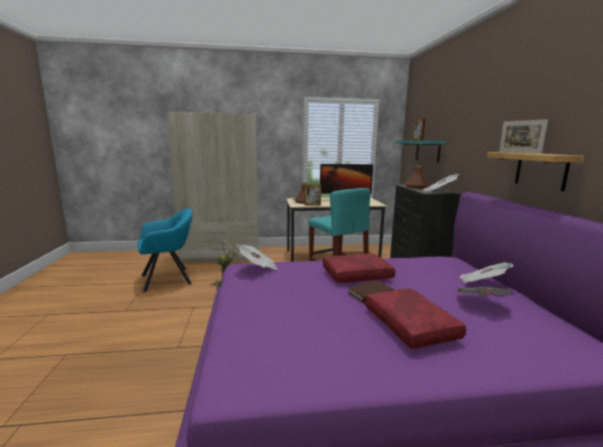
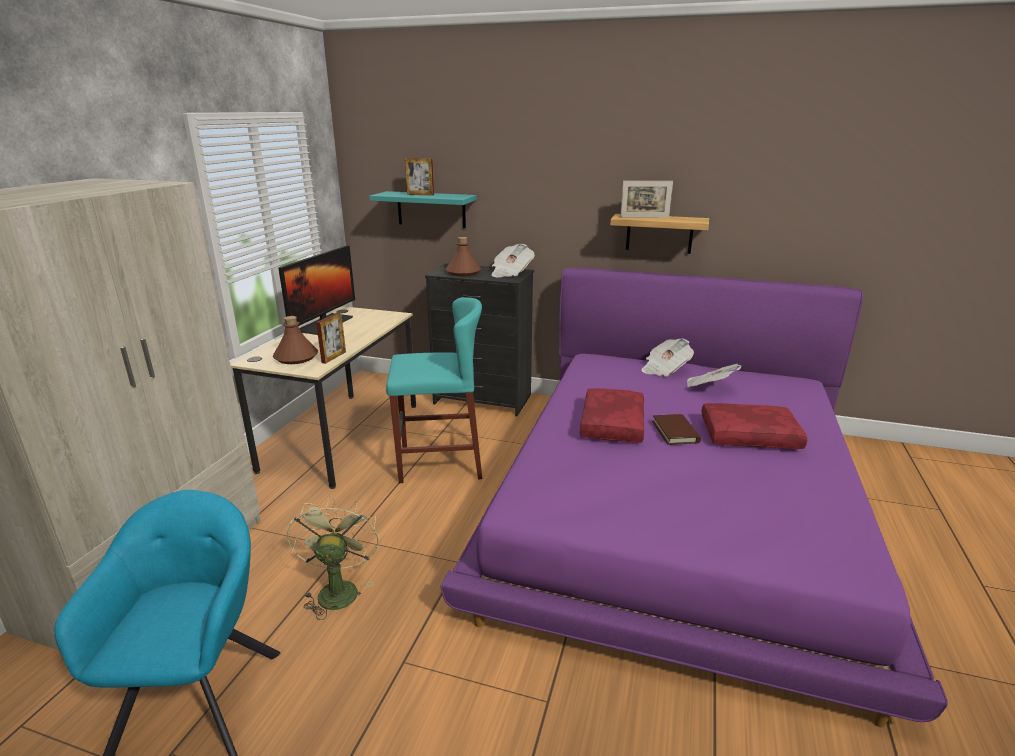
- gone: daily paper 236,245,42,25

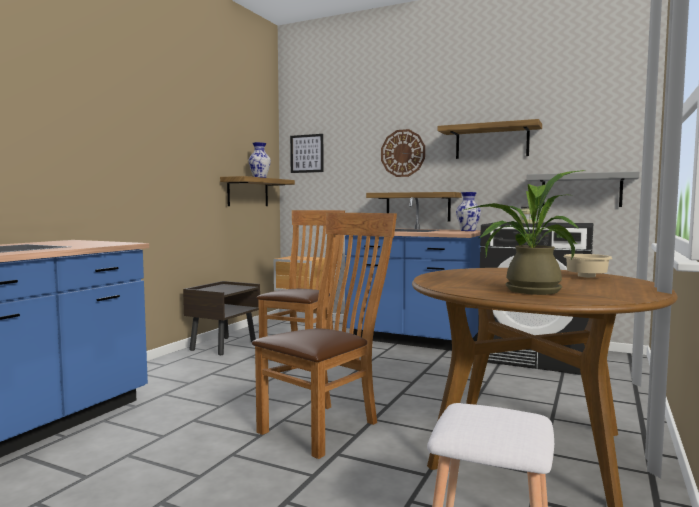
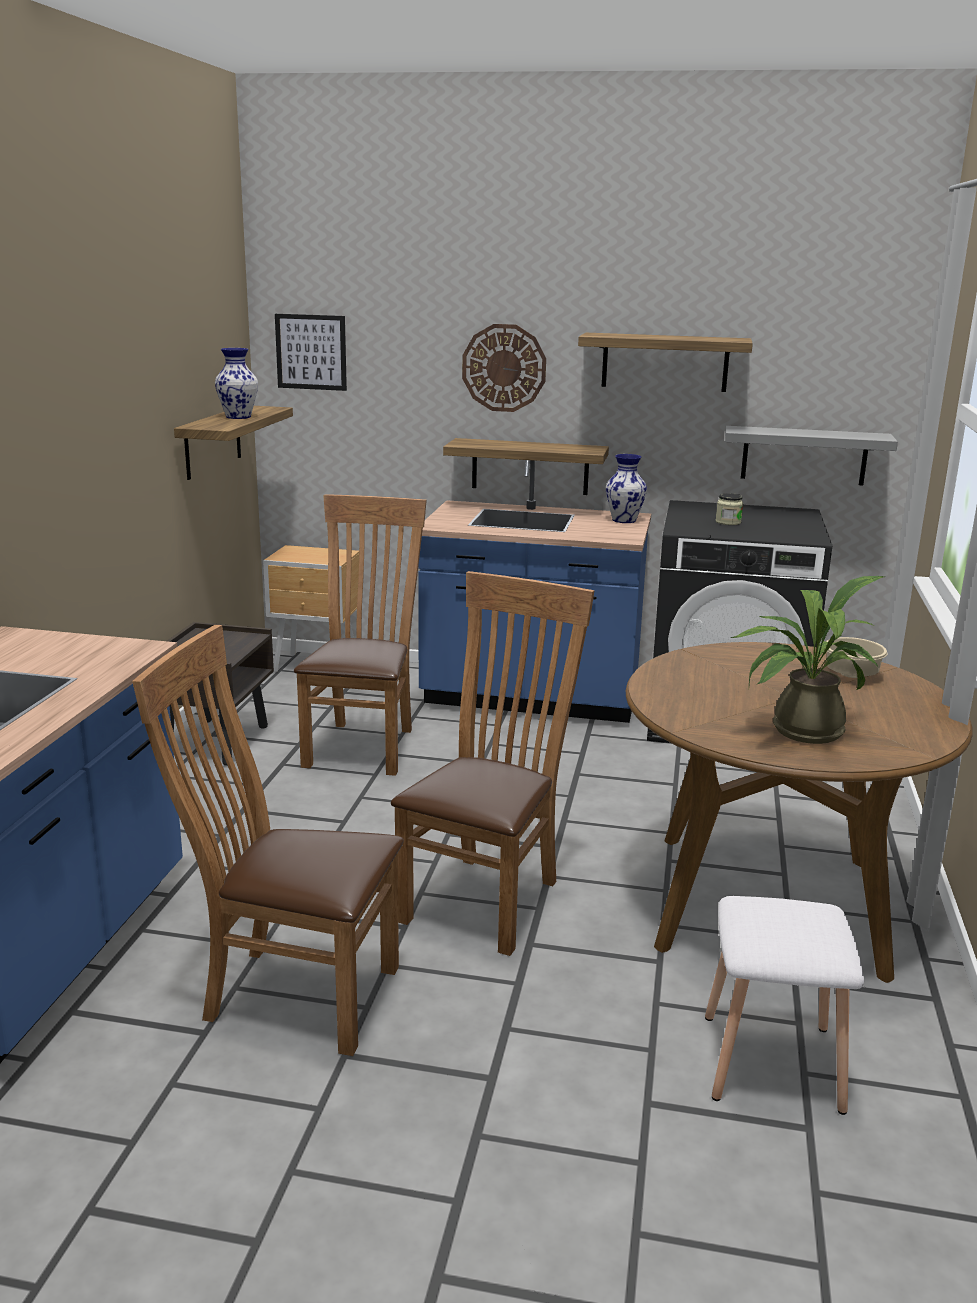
- new: brown chair 132,625,272,431

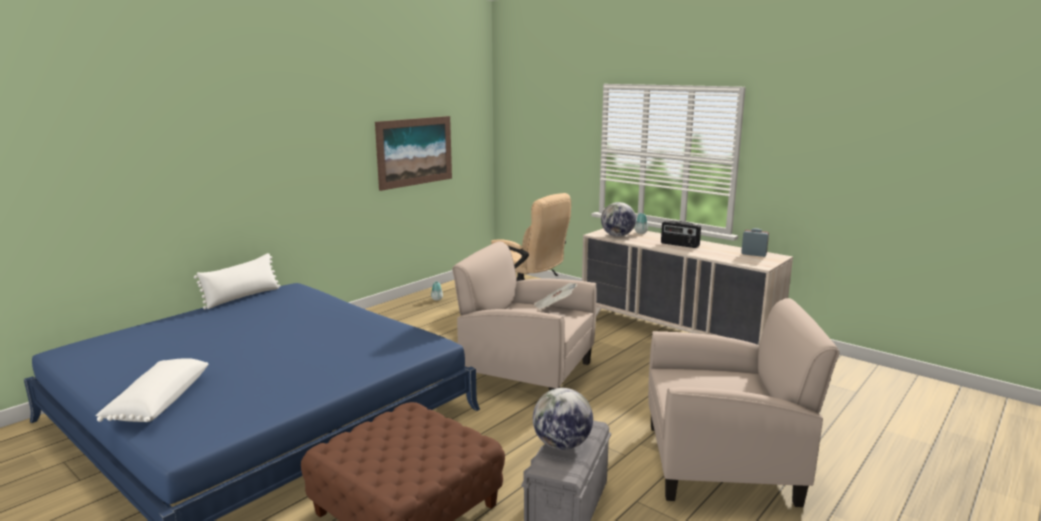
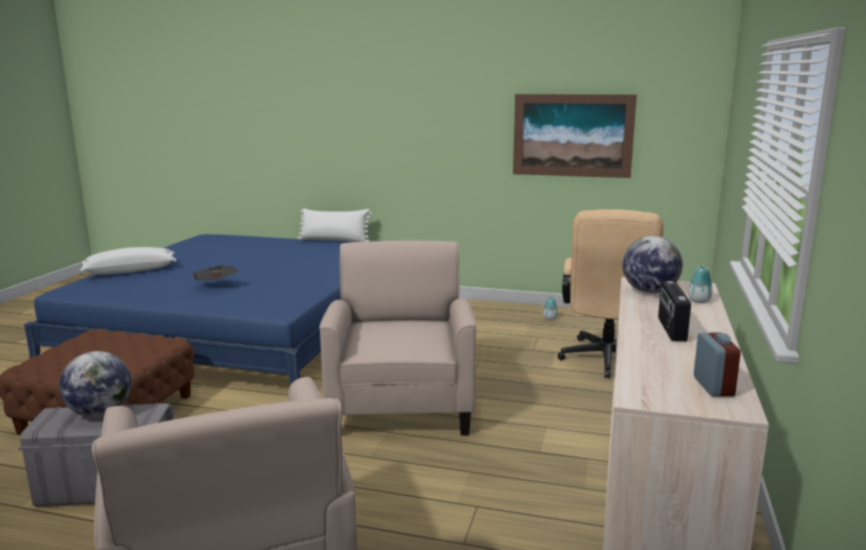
- shifted: daily paper 534,283,44,27 to 192,266,46,15

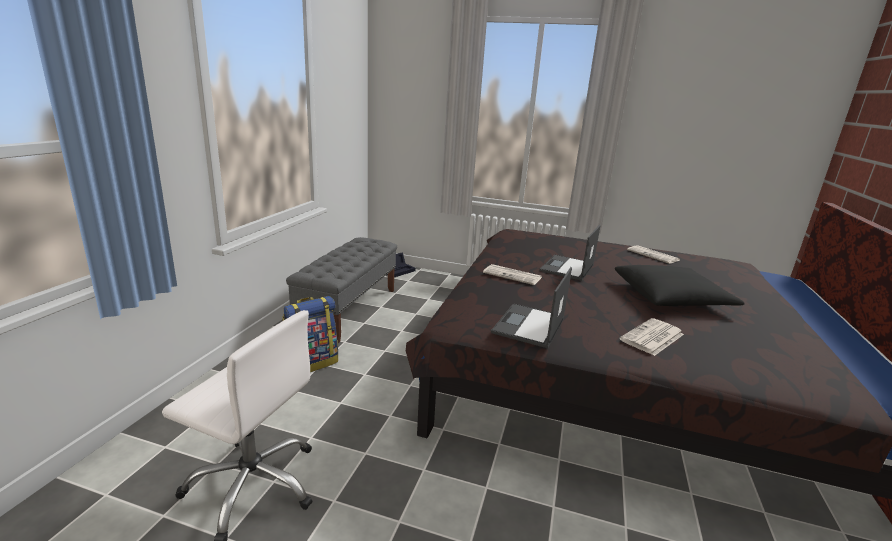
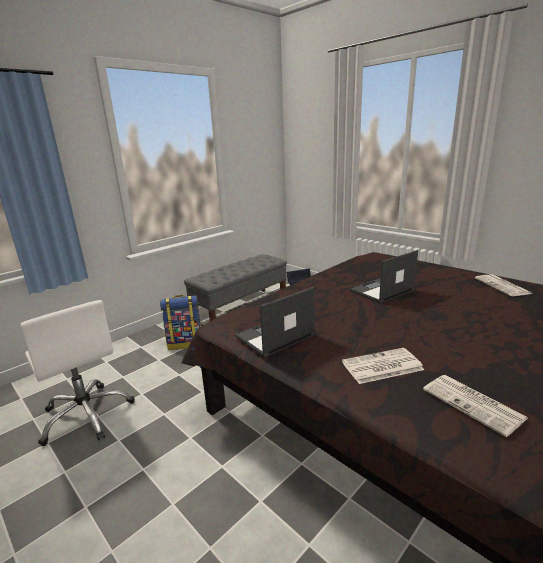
- shifted: daily paper 483,264,59,21 to 423,375,105,62
- gone: blackish cushion 615,265,130,41

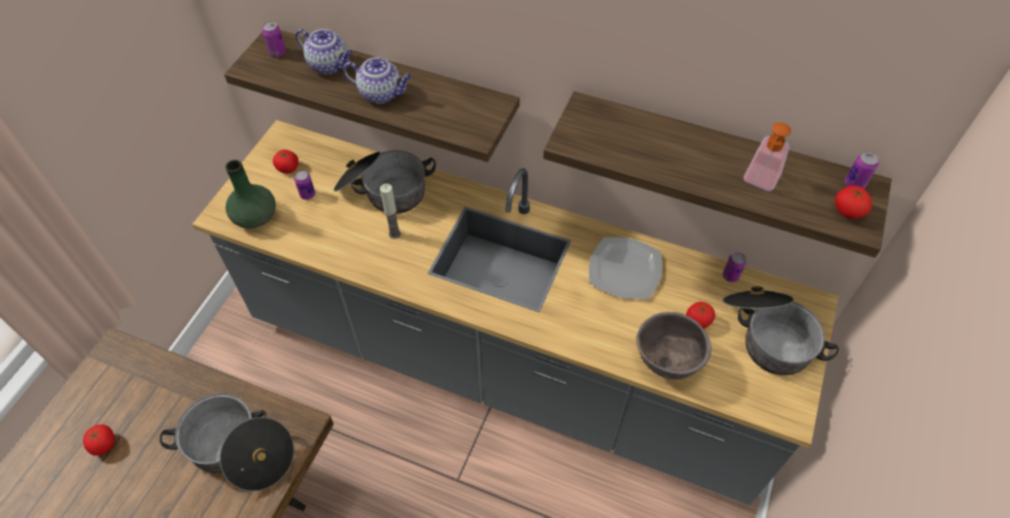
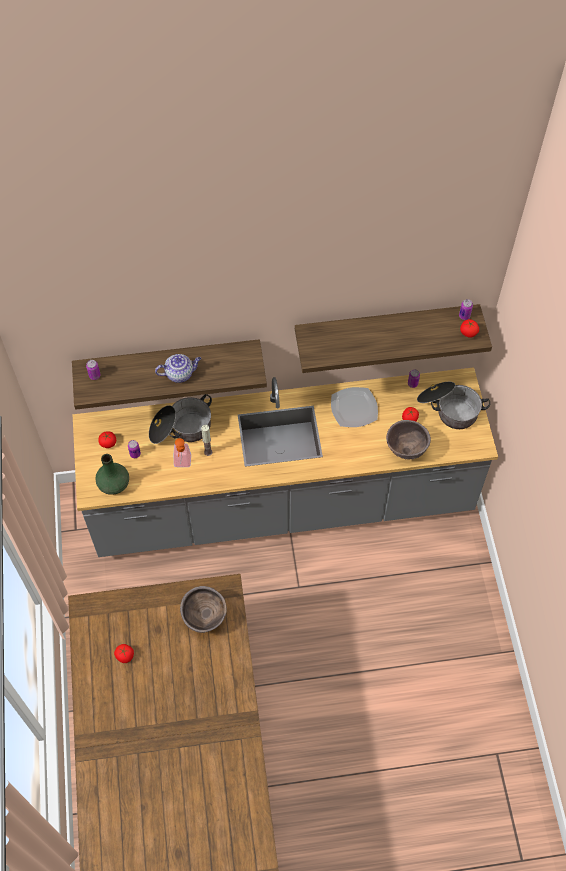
- swapped: saucepot 160,393,134,98 to brown serving bowl 180,586,47,47
- gone: teapot 296,29,57,46
- shifted: soap bottle 744,123,47,68 to 174,438,17,29

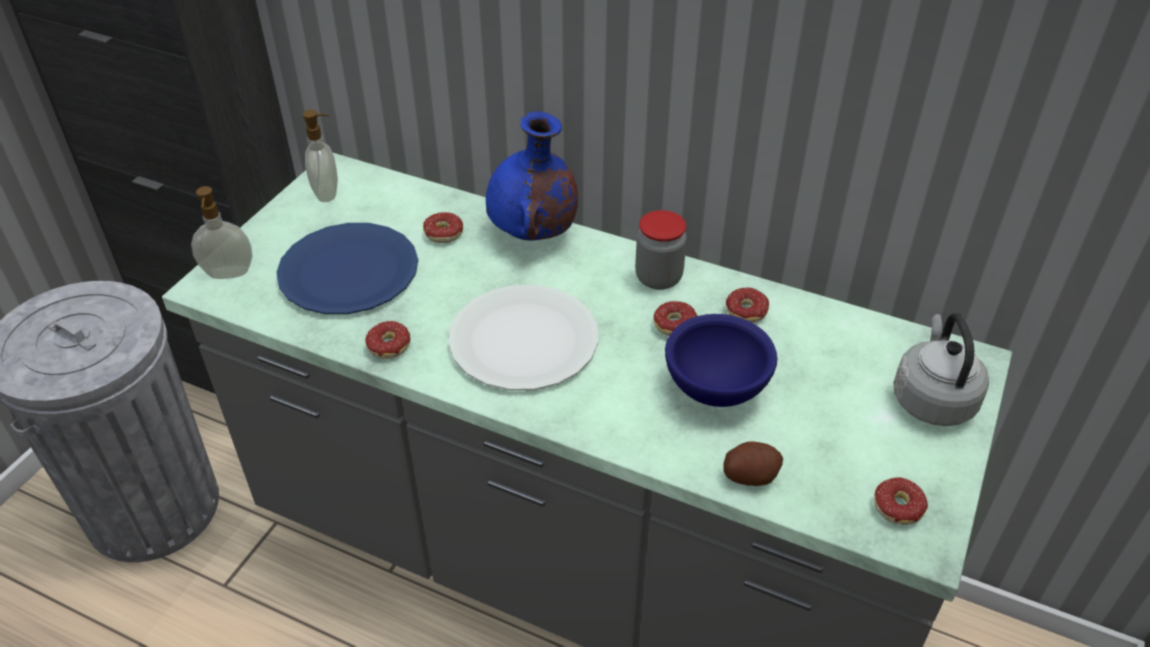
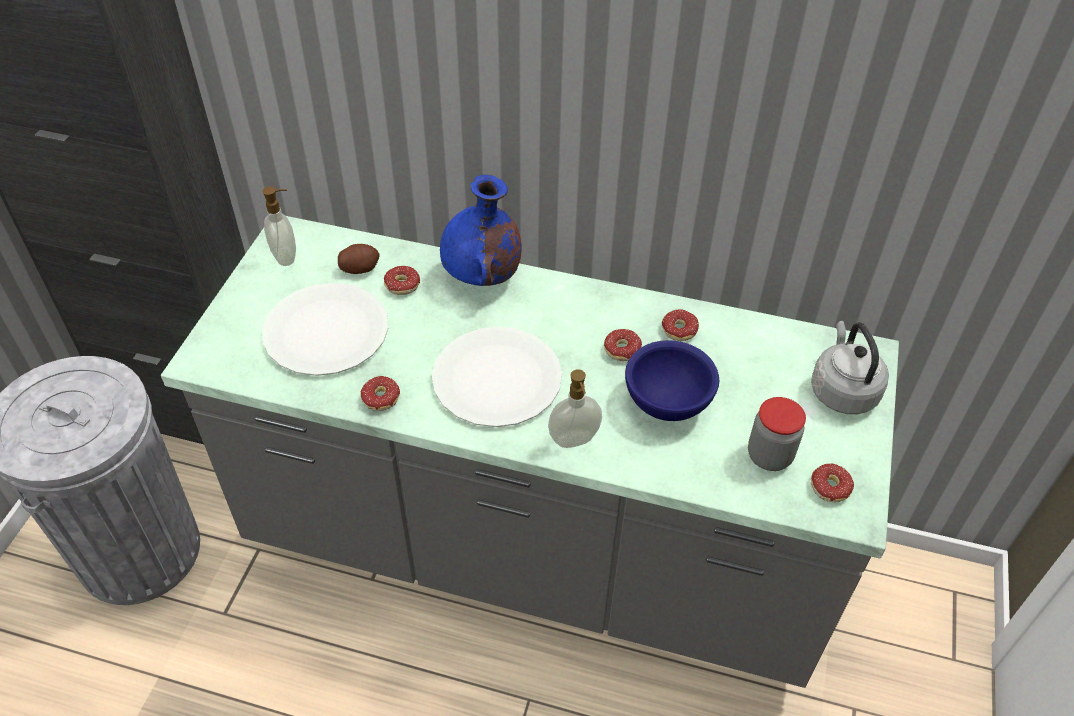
- shifted: soap bottle 191,186,61,93 to 548,369,54,79
- repainted: bluish flat dish 276,223,142,91 to whitish flat dish 262,283,126,93
- shifted: jar 635,210,52,80 to 748,397,58,74
- shifted: spud 724,441,59,45 to 338,244,42,30

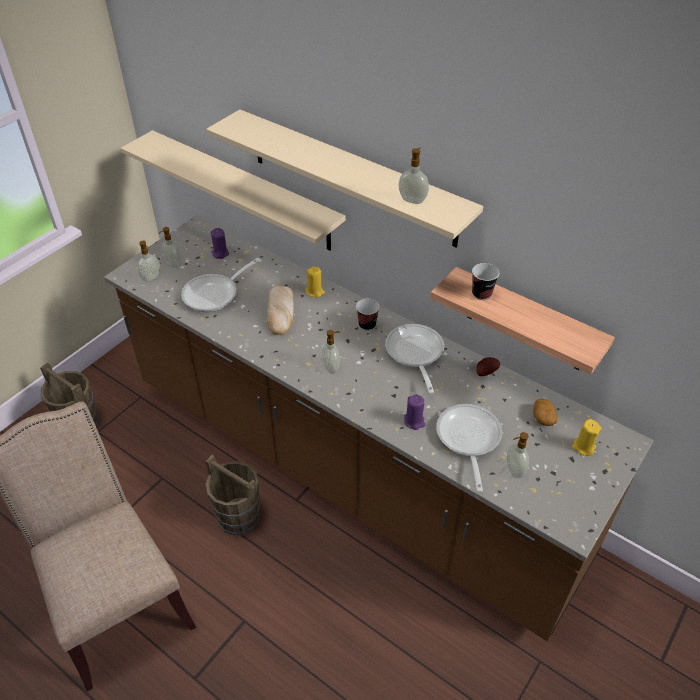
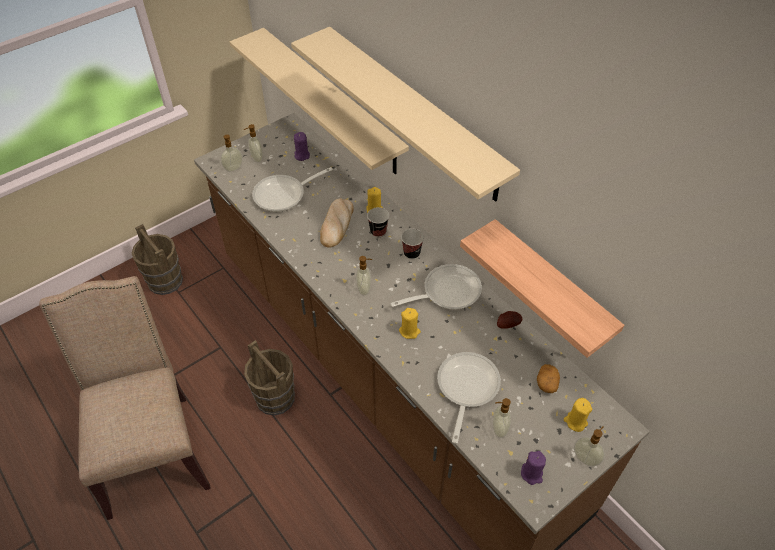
- rotated: skillet 385,324,59,70 = 390,264,92,46 60 degrees clockwise
- shifted: soap bottle 399,147,30,57 to 574,426,31,40
- shifted: purple candle 404,394,21,36 to 521,451,25,34
- shifted: small cup 472,263,27,37 to 367,207,22,30
- new: yellow-coloured candle 399,308,22,31

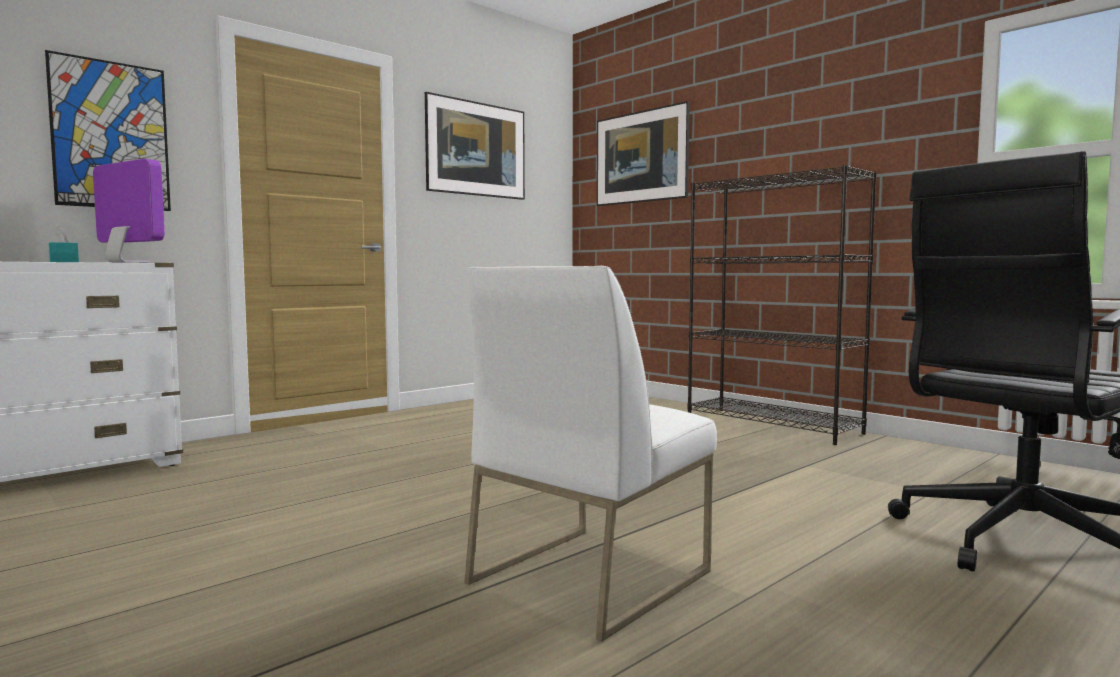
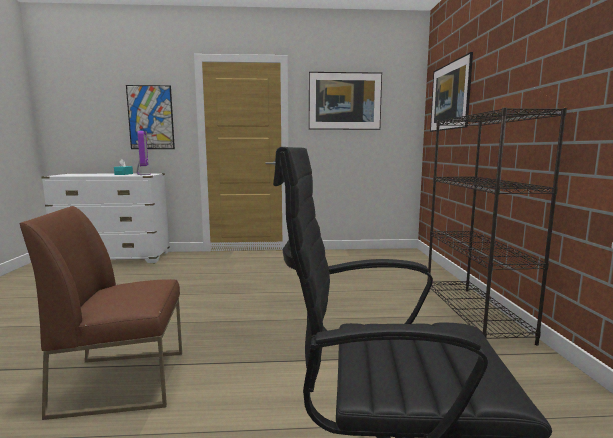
- repainted: whitish chair 465,266,252,376 to brown chair 19,206,163,214

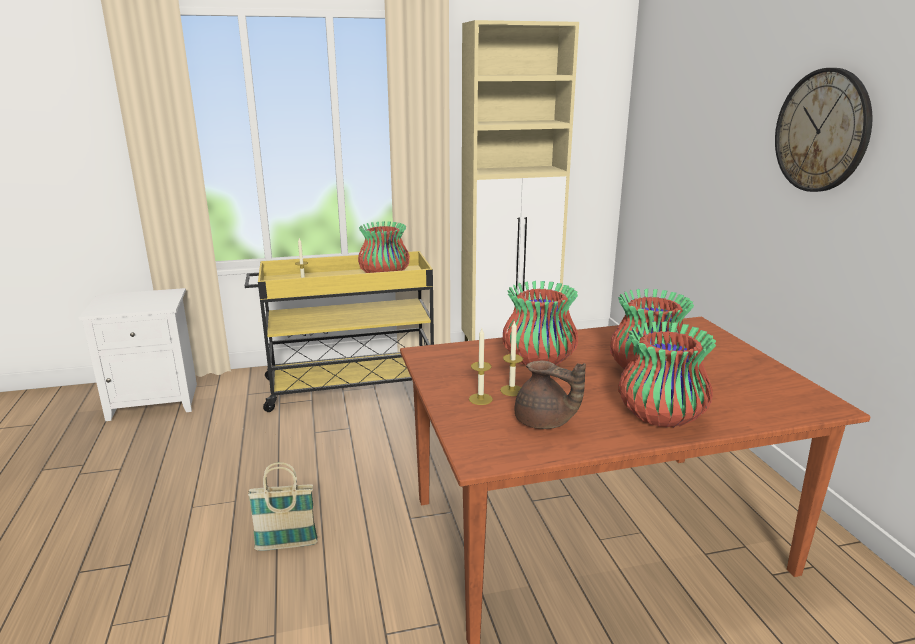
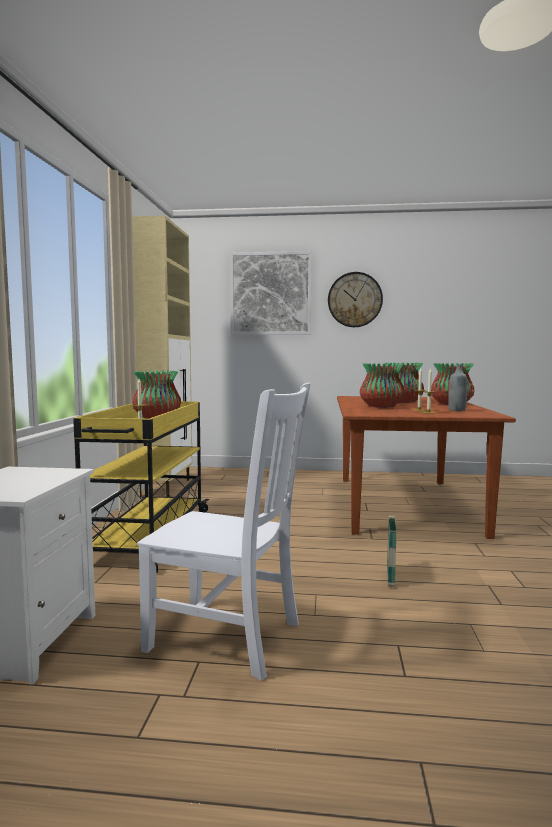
- swapped: brown teapot 515,361,71,68 to greyish drink bottle 448,364,19,47
- new: whitish chair 137,383,173,297
- new: wall art 230,251,82,84

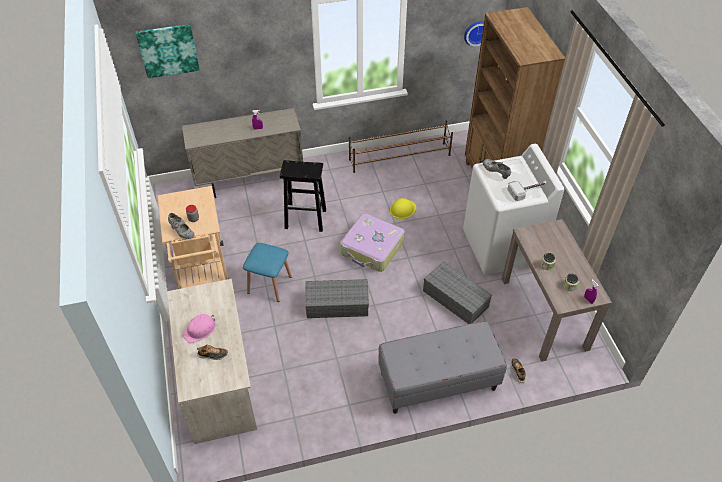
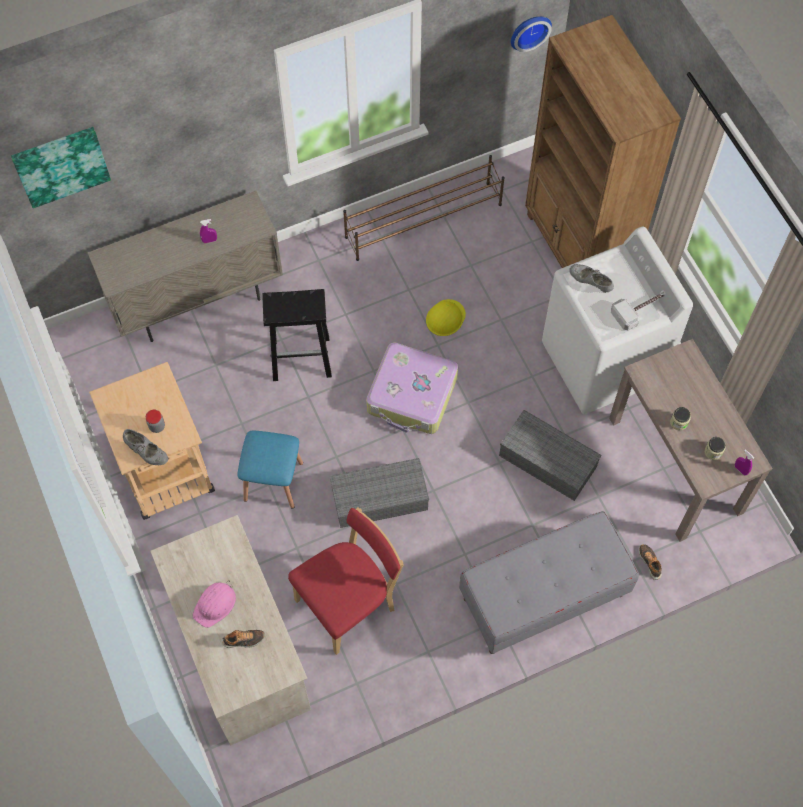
- new: red-coloured chair 288,507,116,148

